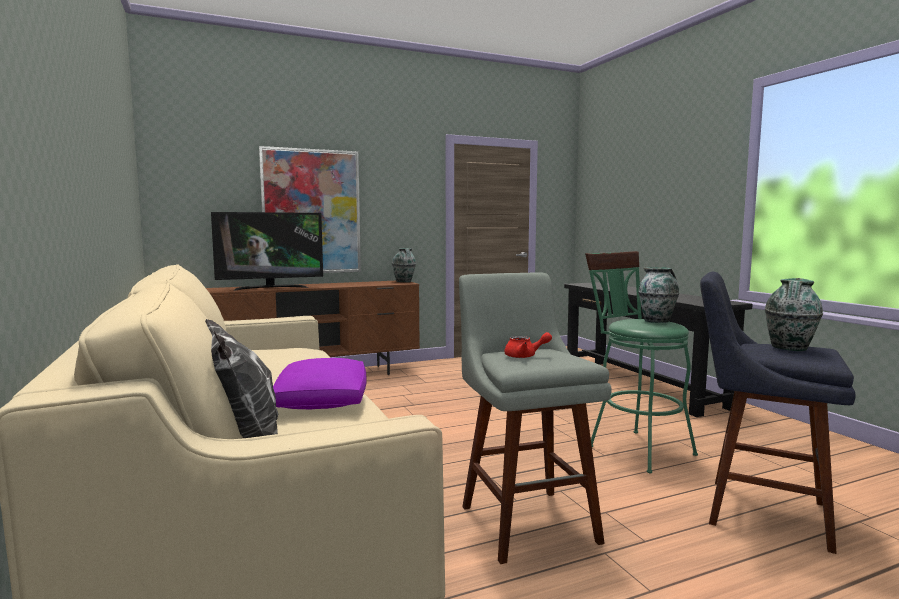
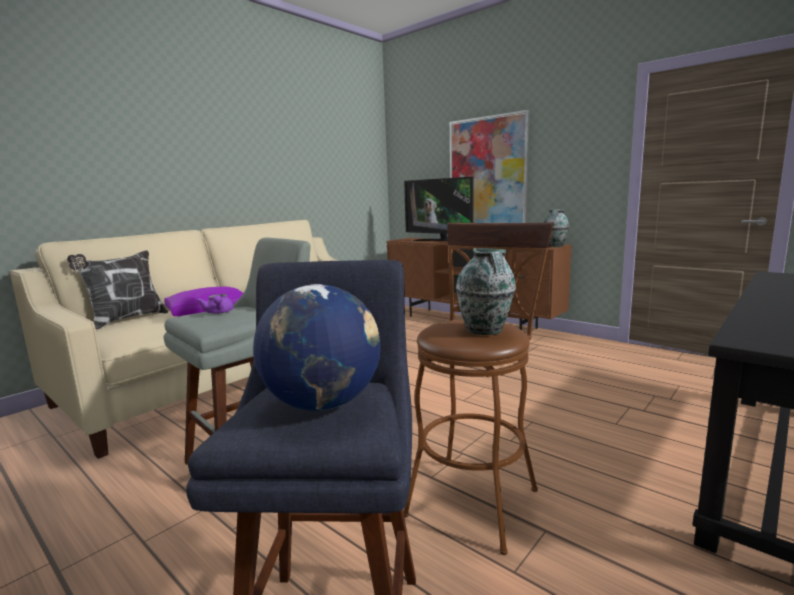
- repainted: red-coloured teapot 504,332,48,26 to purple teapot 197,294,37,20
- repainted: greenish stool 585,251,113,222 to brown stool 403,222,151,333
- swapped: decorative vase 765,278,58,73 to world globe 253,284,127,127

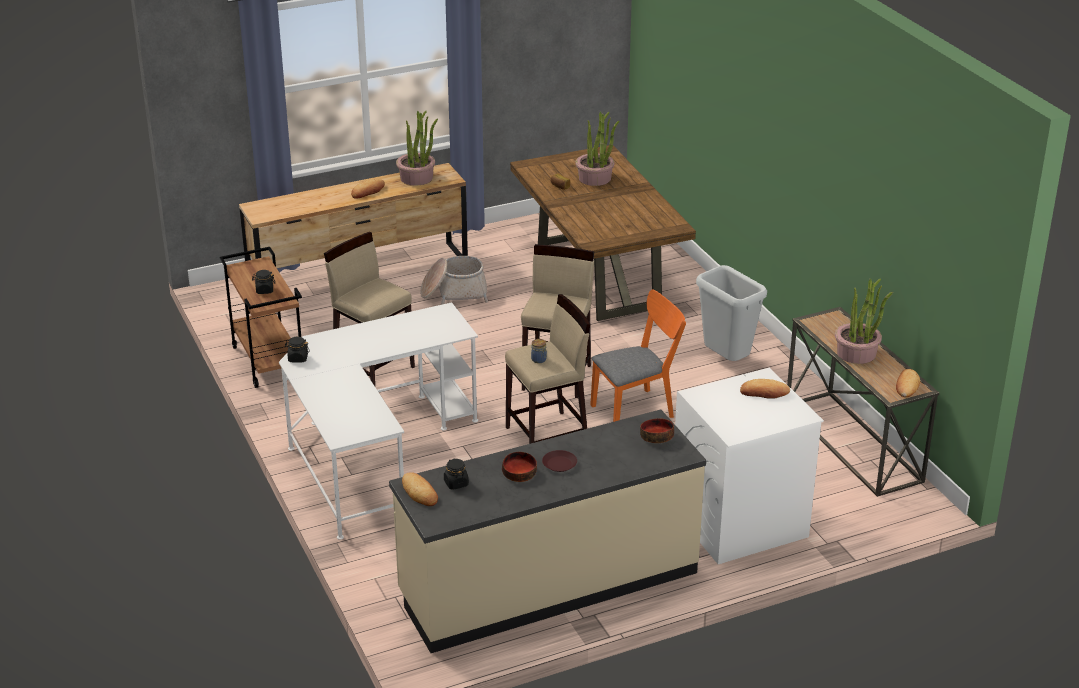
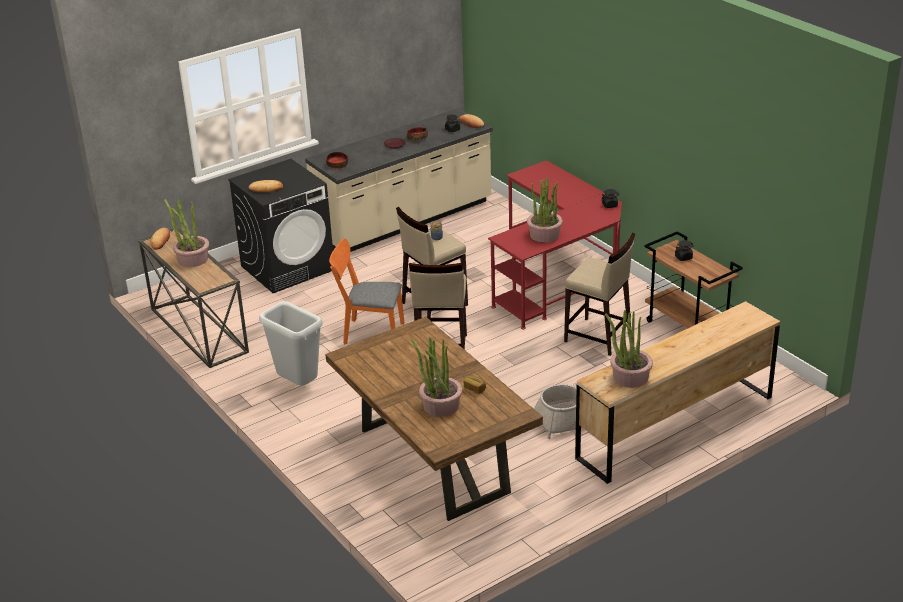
- repainted: whitish desk unit 279,302,199,238 to red-coloured desk unit 488,160,134,169
- gone: bakery bread 351,179,34,20
- rotated: orange chair 590,289,96,133 = 329,238,75,106 45 degrees clockwise
- repainted: whitish washing machine 675,368,149,196 to blackish washing machine 228,159,105,134
- new: plant in a pot 527,177,36,66

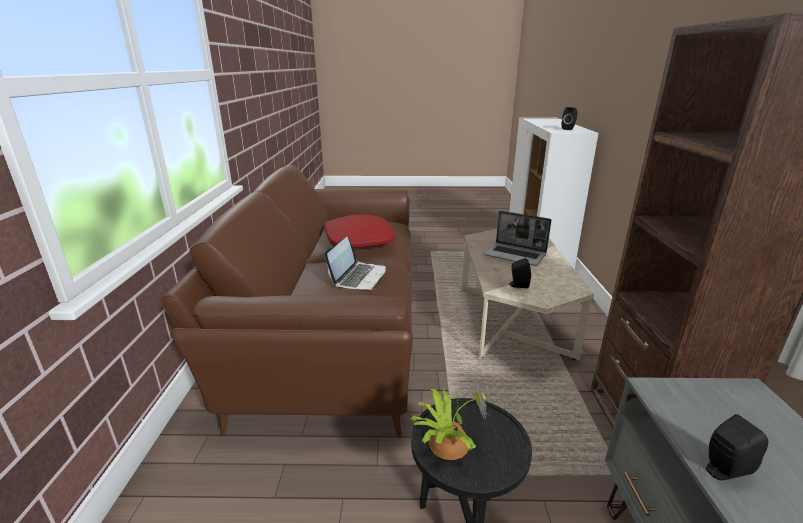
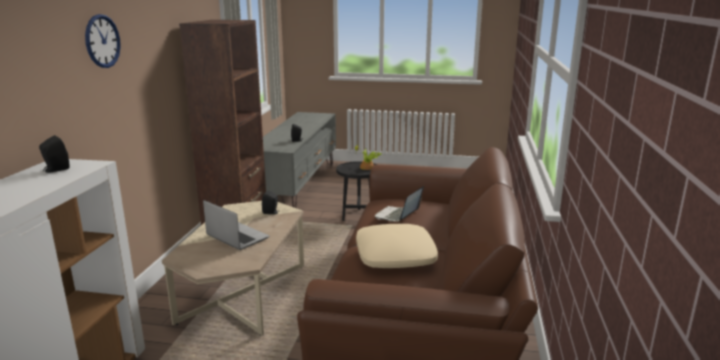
- repainted: red-coloured cushion 325,214,70,34 to beige-coloured cushion 356,224,82,44
- new: hanging clock 85,14,36,54

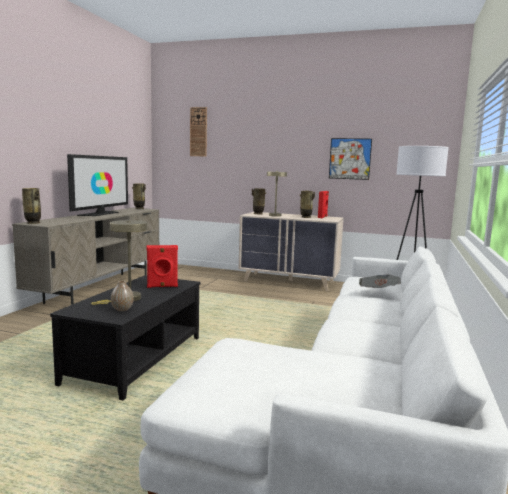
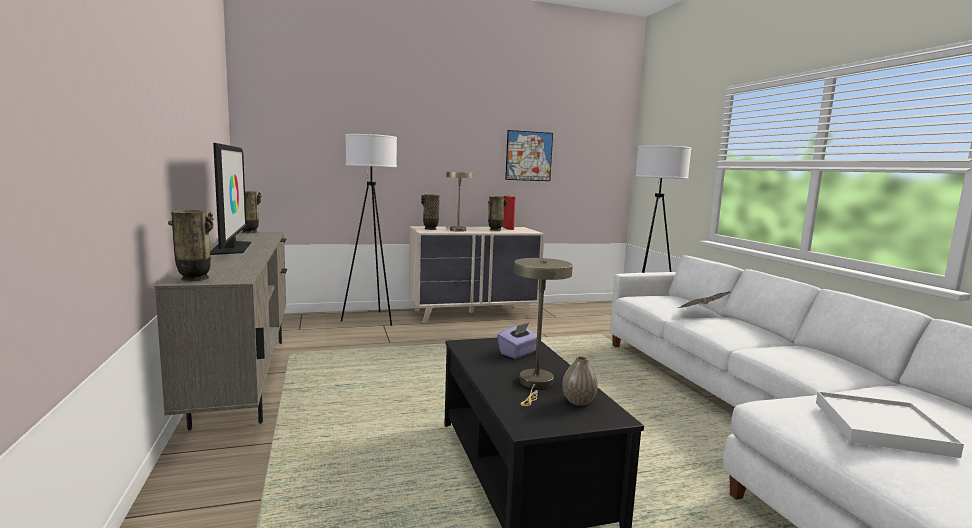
- swapped: red-coloured audio speaker 147,245,31,43 to purple tissue box 497,323,40,36
- gone: hanging clock 190,107,17,50
- new: whitish standing lamp 341,134,56,192
- new: whitish serving tray 816,391,148,67

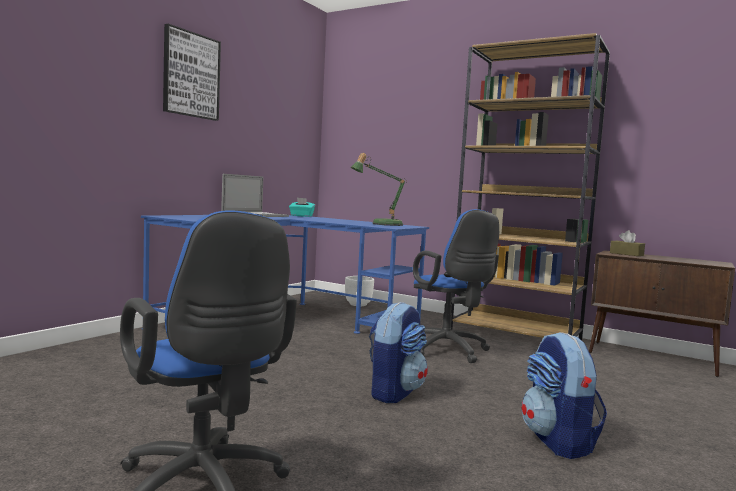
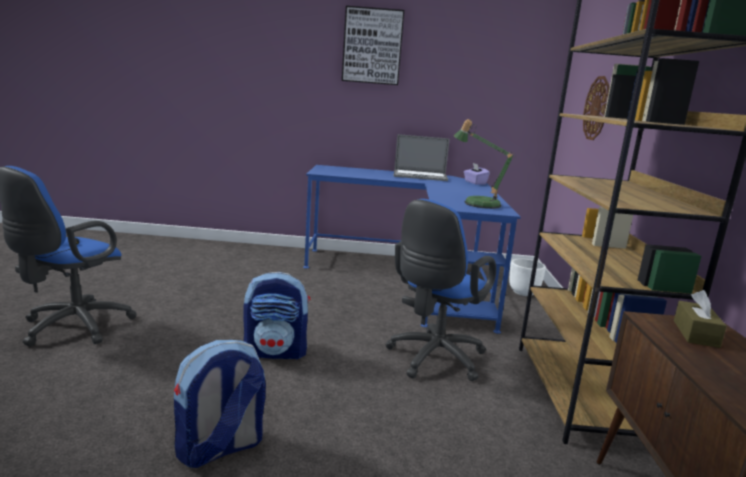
- repainted: turquoise-coloured tissue box 289,198,26,19 to purple tissue box 464,163,26,21
- new: hanging clock 583,76,26,64

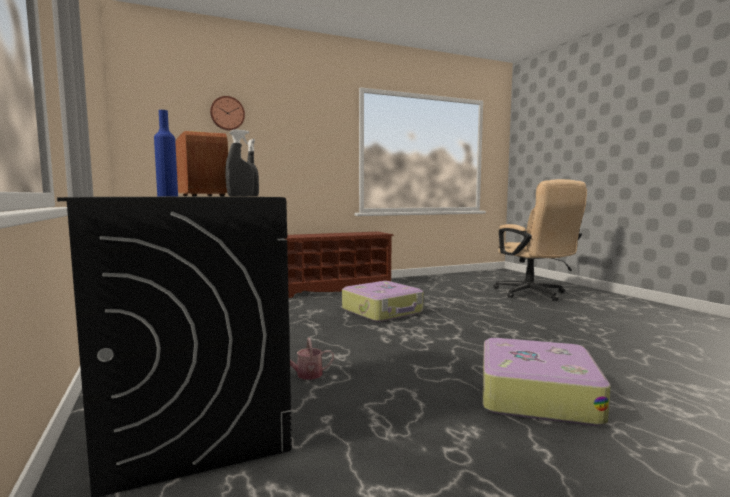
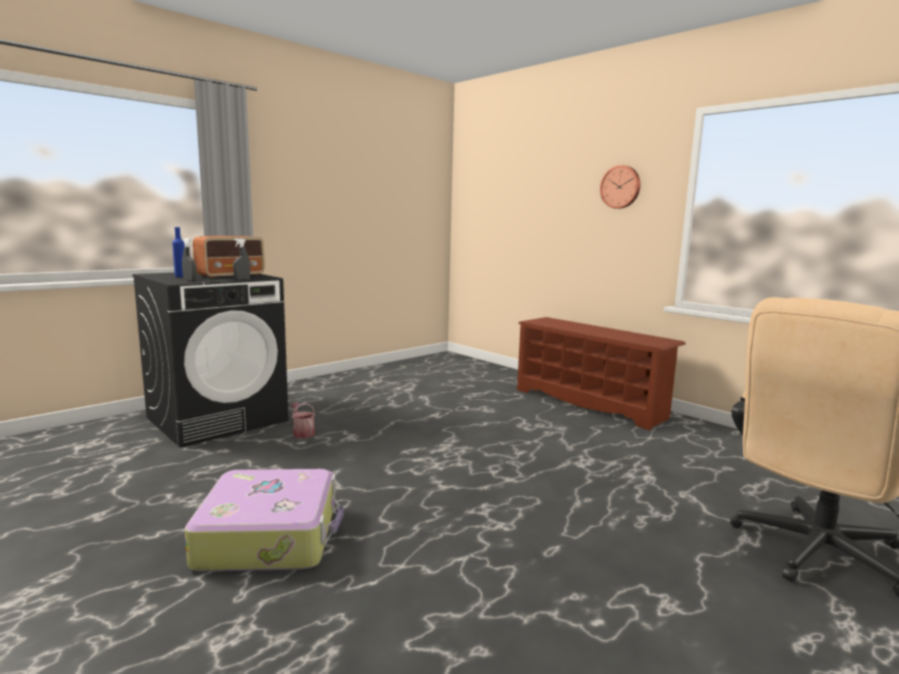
- shifted: hanging clock 210,96,35,34 to 600,165,41,44
- gone: piece of luggage 342,281,81,41

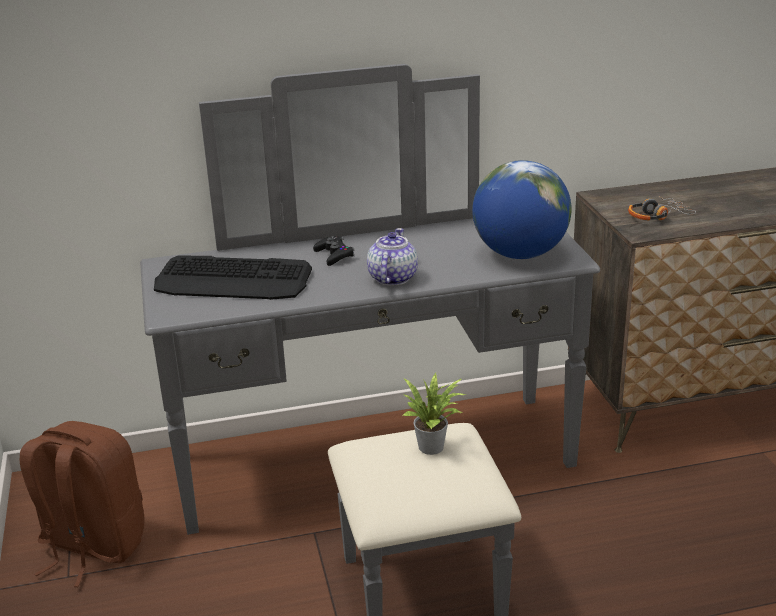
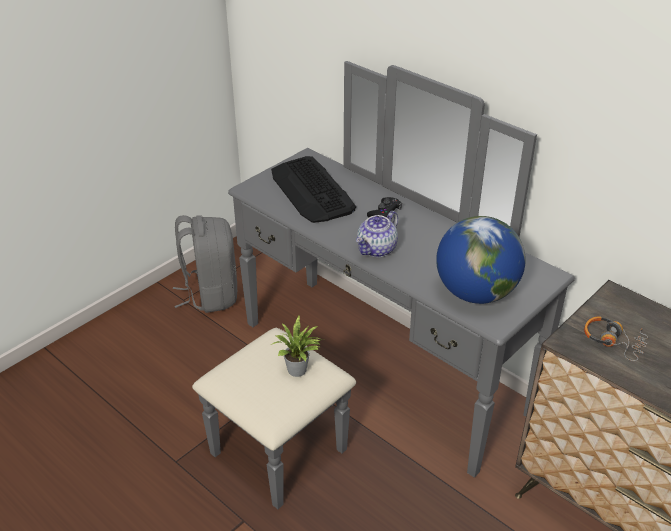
- repainted: brown rucksack 20,421,125,166 to greyish rucksack 173,215,65,98
- rotated: teapot 367,228,51,58 = 356,211,42,46 150 degrees clockwise

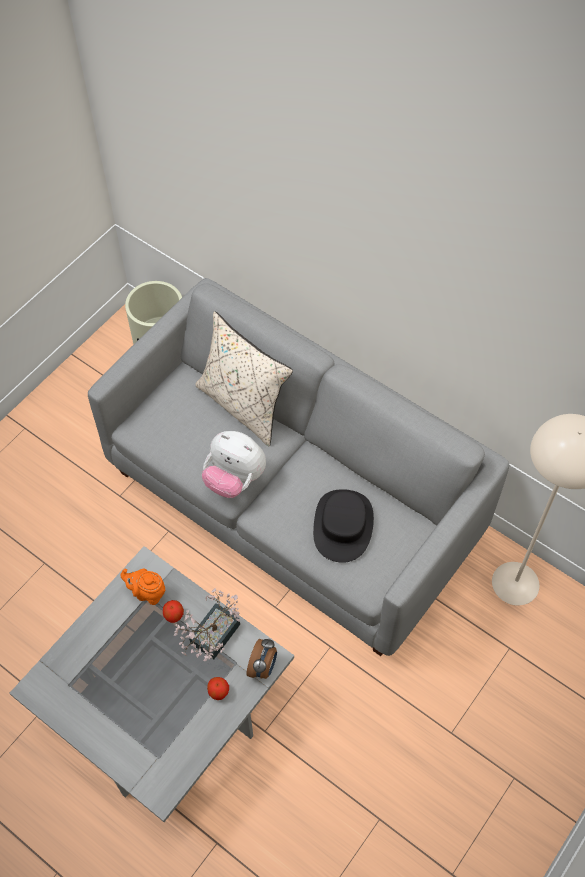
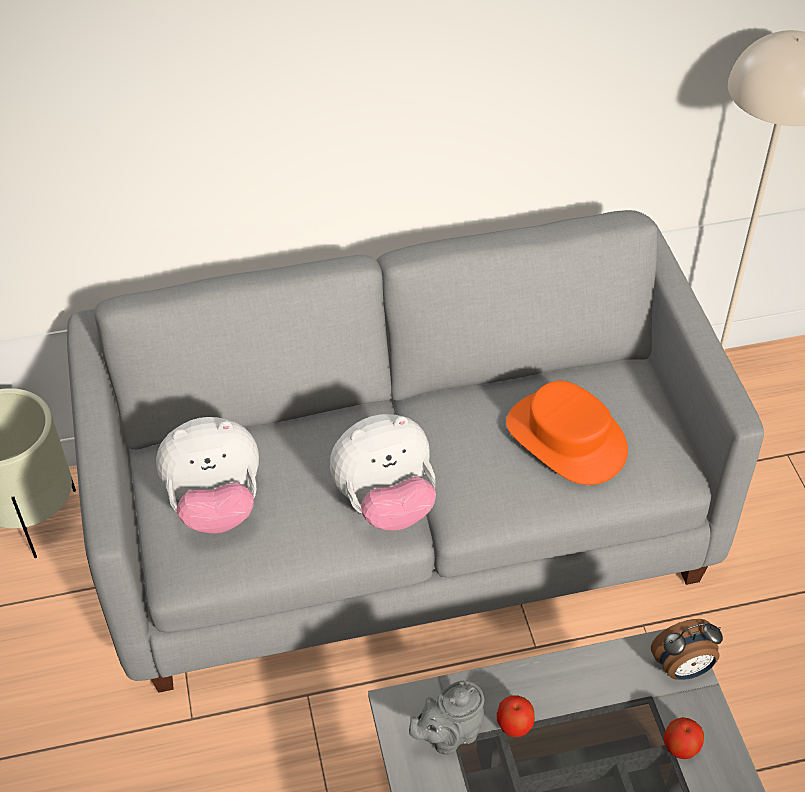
- repainted: orange teapot 120,568,45,37 to greyish teapot 409,681,75,74
- gone: plant in a pot 174,588,66,73
- gone: beige-coloured cushion 195,311,98,135
- rotated: table clock 247,639,30,40 = 651,619,72,61 105 degrees clockwise
- repainted: blackish hat 313,489,61,74 to orange hat 506,381,122,104
- new: plush toy 156,417,103,117

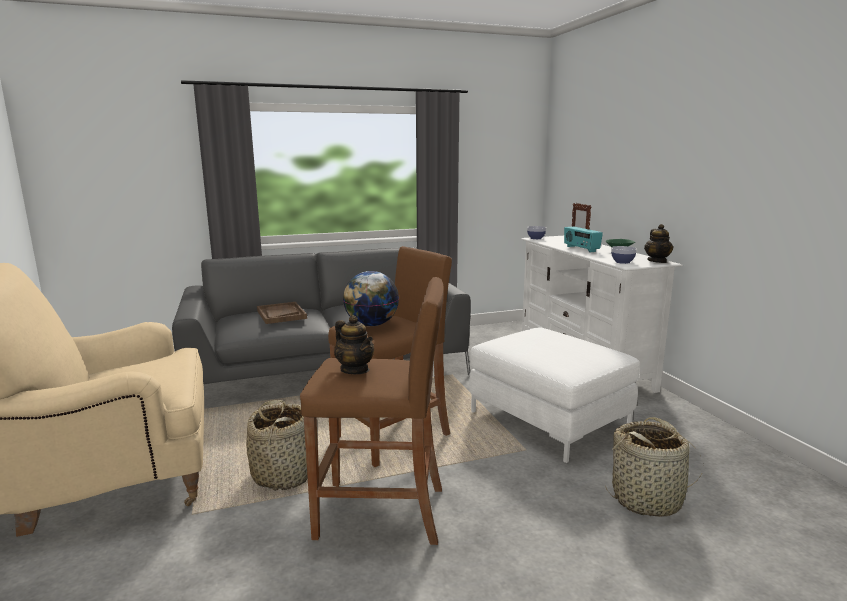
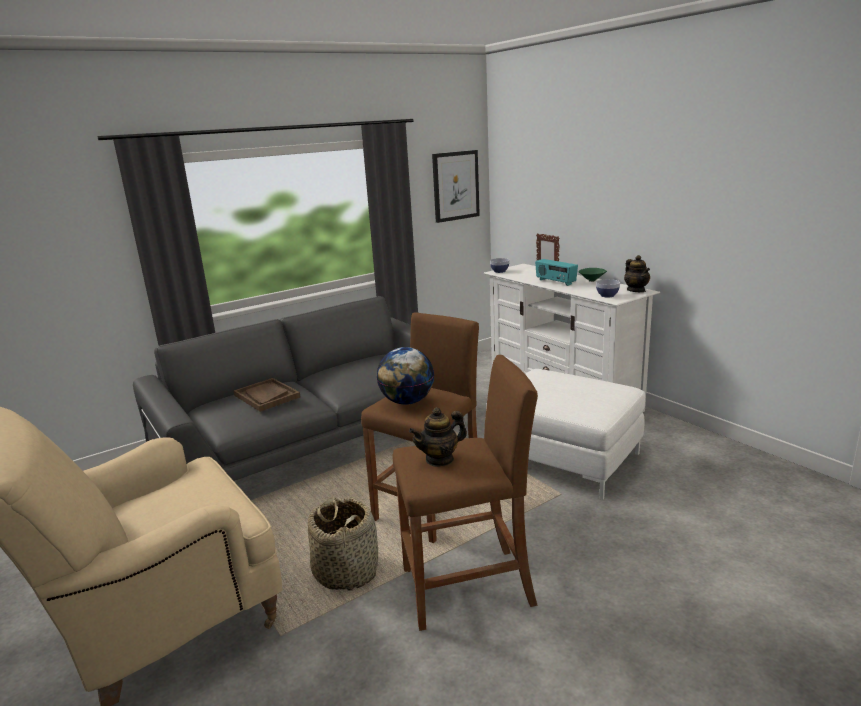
- rotated: teapot 334,315,40,59 = 409,407,58,60 120 degrees clockwise
- gone: household basket 605,417,97,100
- new: wall art 432,150,48,73

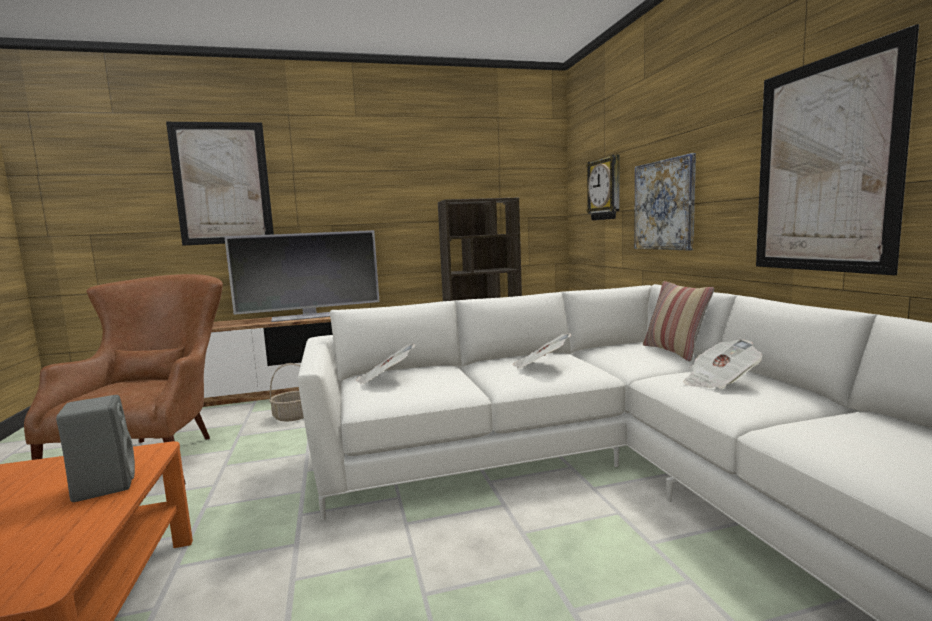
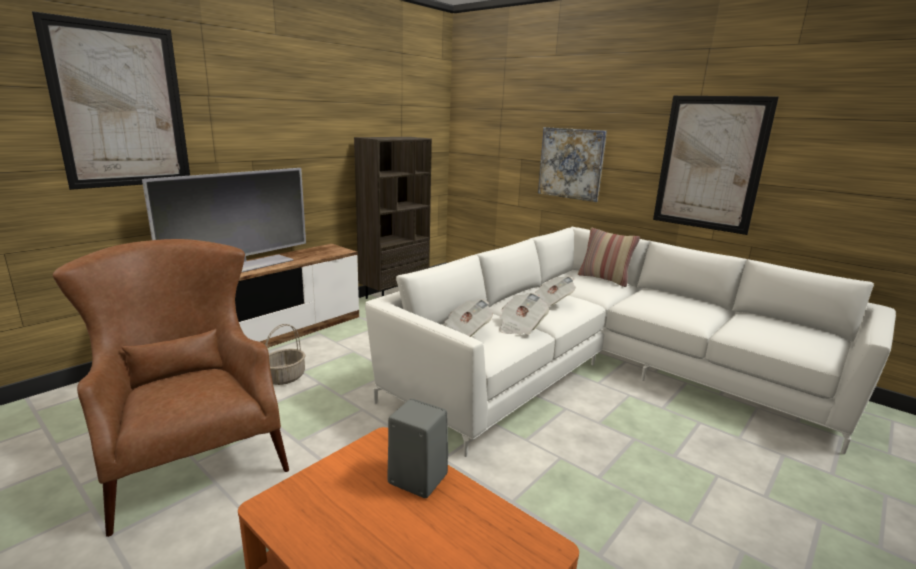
- gone: hanging clock 586,154,33,66
- shifted: daily paper 683,339,79,50 to 499,293,50,42

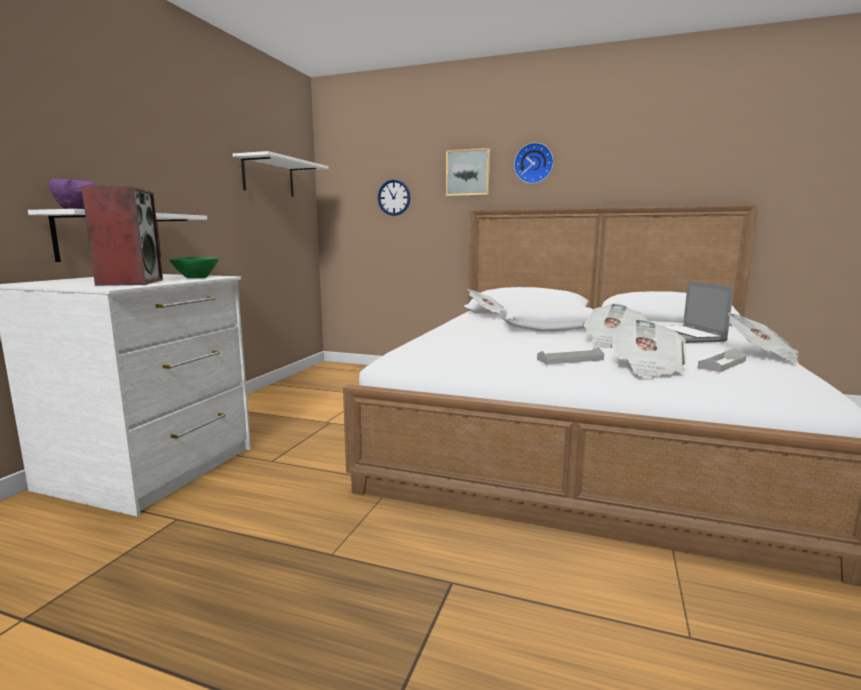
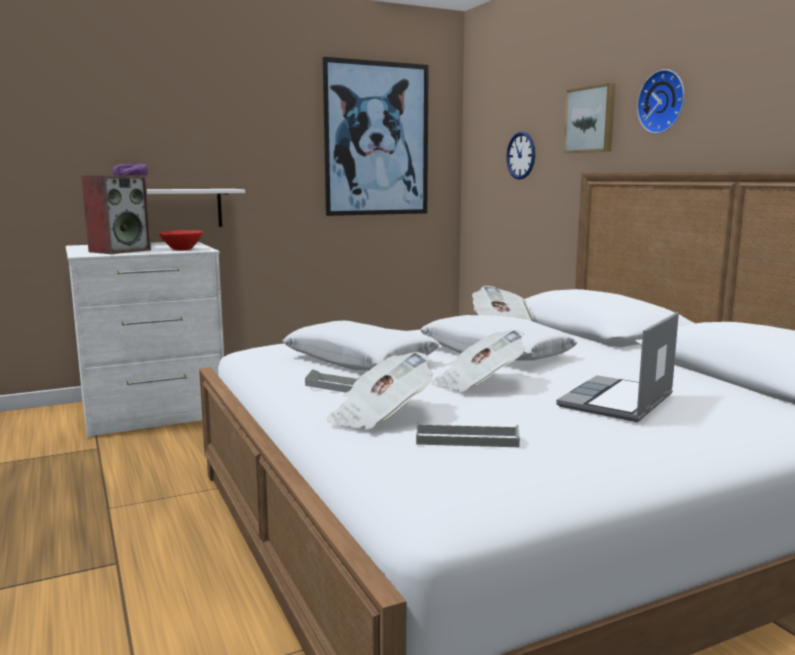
- repainted: greenish serving bowl 169,257,51,21 to red-coloured serving bowl 159,230,44,21
- swapped: whitish wall shelf 233,151,95,46 to wall art 323,57,106,159
- gone: daily paper 728,313,71,50
- new: whitish cushion 282,320,157,51

